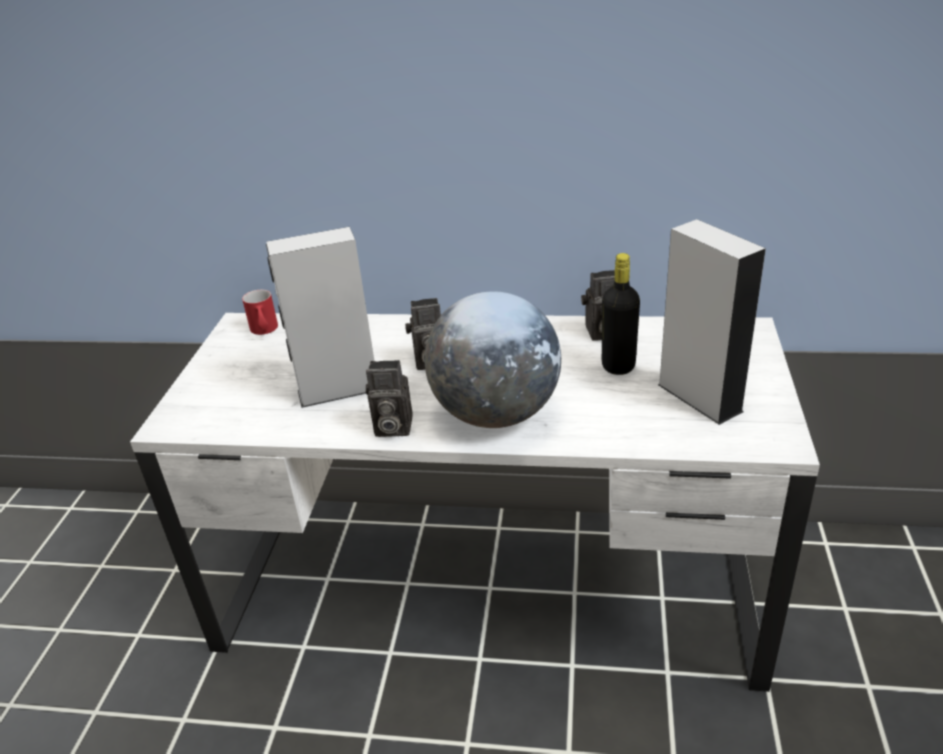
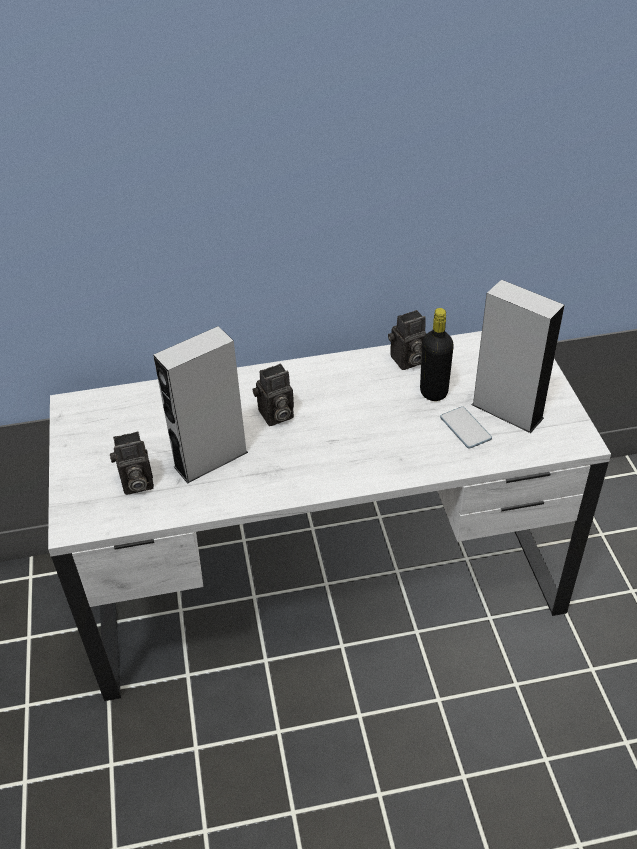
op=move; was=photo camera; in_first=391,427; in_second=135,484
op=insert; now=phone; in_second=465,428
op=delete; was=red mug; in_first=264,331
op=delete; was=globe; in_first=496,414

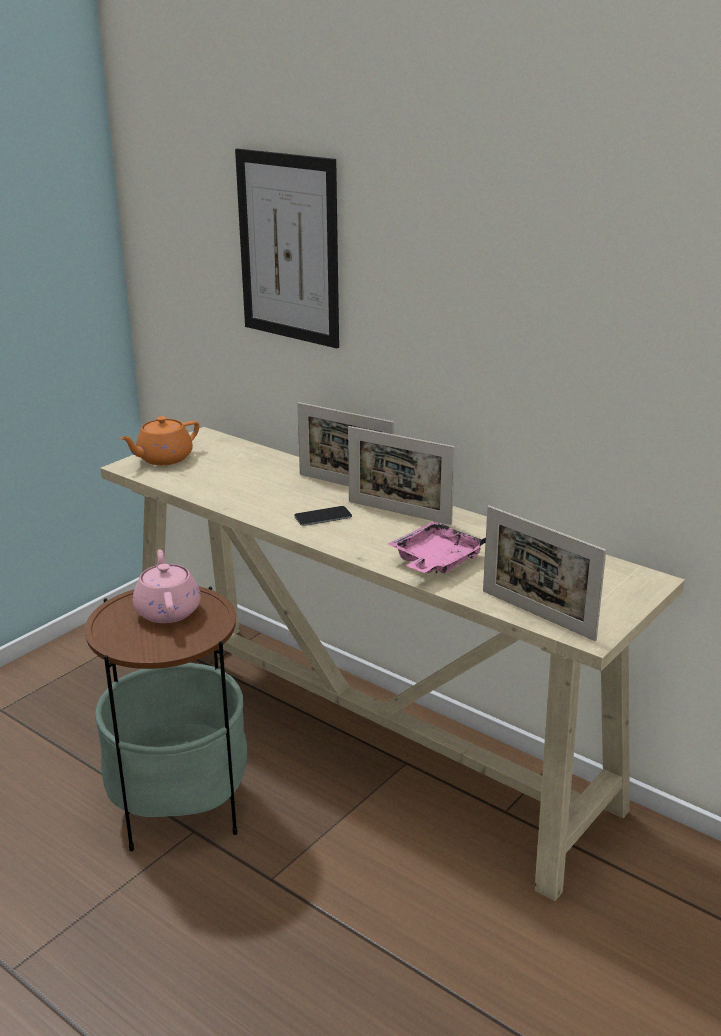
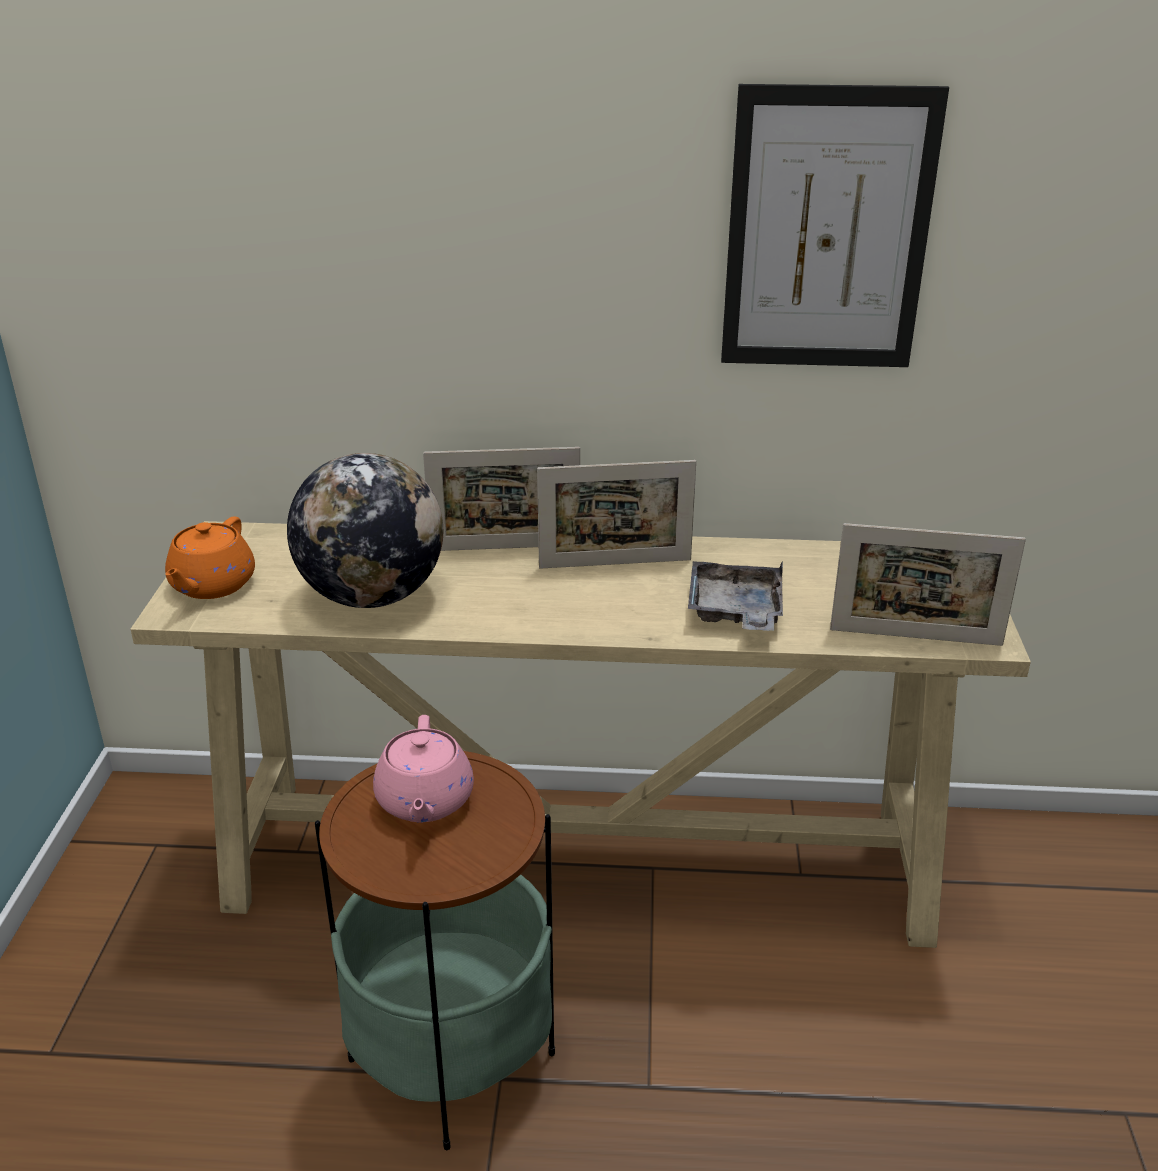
op=insert; now=globe; in_second=372,596
op=rotate; was=pink teapot; in_first=168,610; in_second=424,801; clockwise=-135
op=recolor; was=pink tray; now=grey tray; in_first=435,561; in_second=735,611
op=move; was=picture; in_first=288,248; in_second=827,232
op=delete; was=phone; in_first=323,516

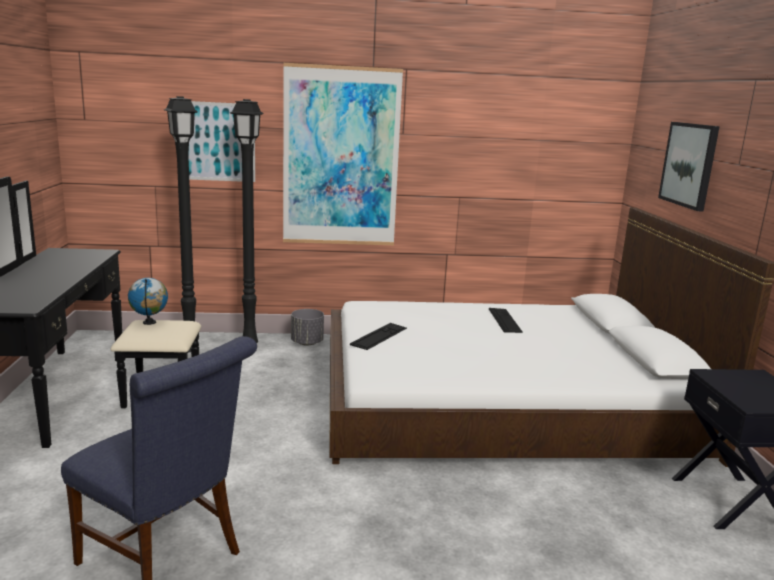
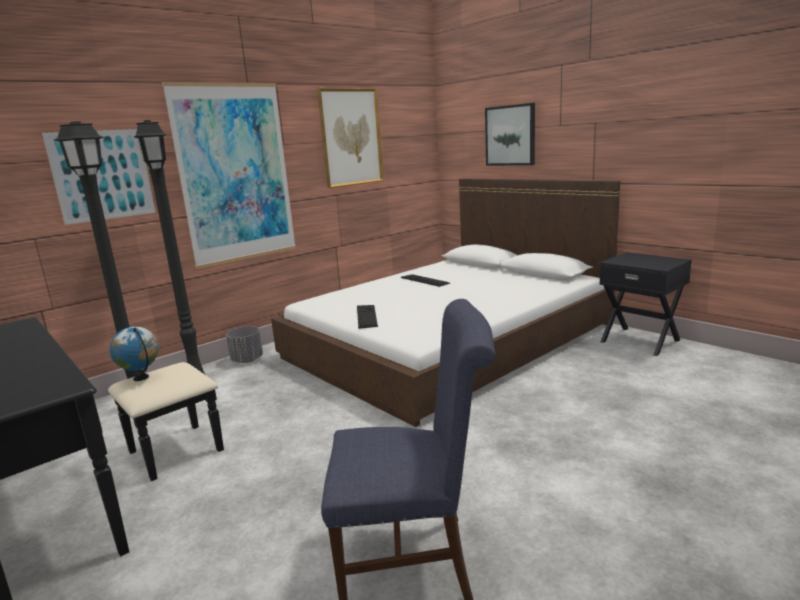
op=insert; now=picture; in_second=351,137

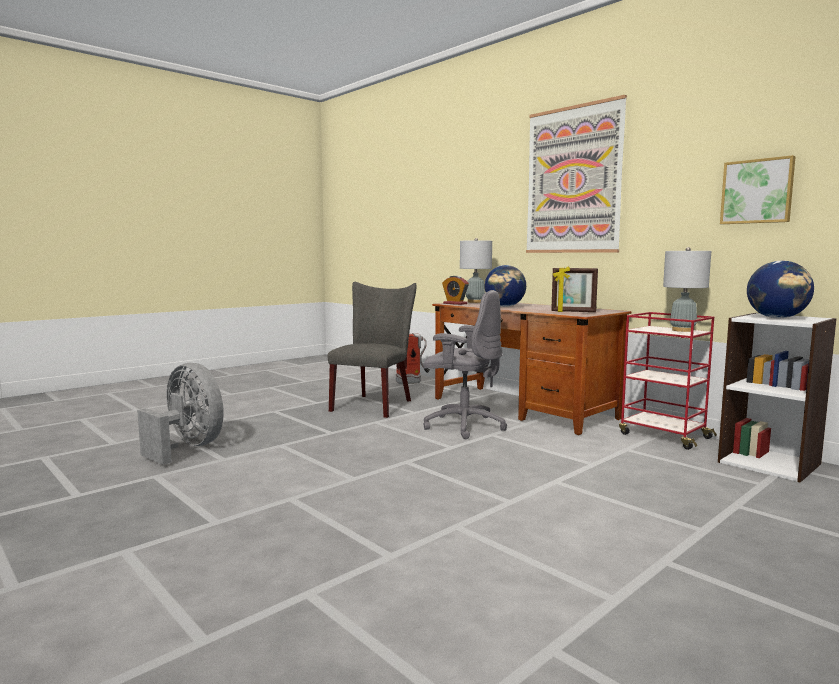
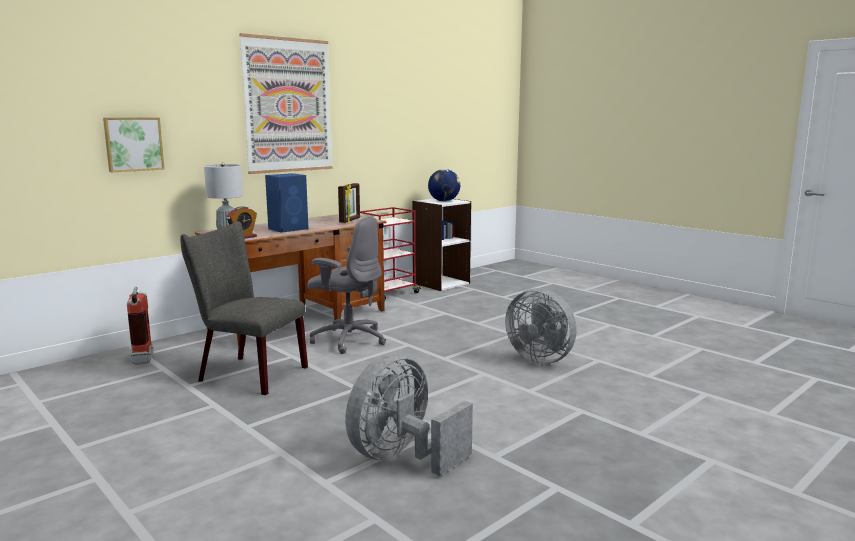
op=move; was=picture; in_first=757,191; in_second=133,144
op=replace; was=globe; now=blue speaker; in_first=505,306; in_second=289,229
op=rotate; was=grey office chair; in_first=463,426; in_second=348,340; clockwise=90
op=insert; now=grey fan; in_second=541,358
op=delete; was=grey table lamp; in_first=682,330

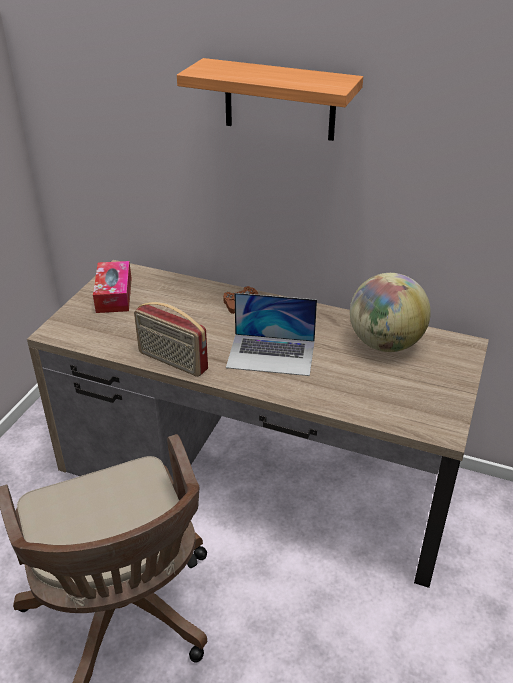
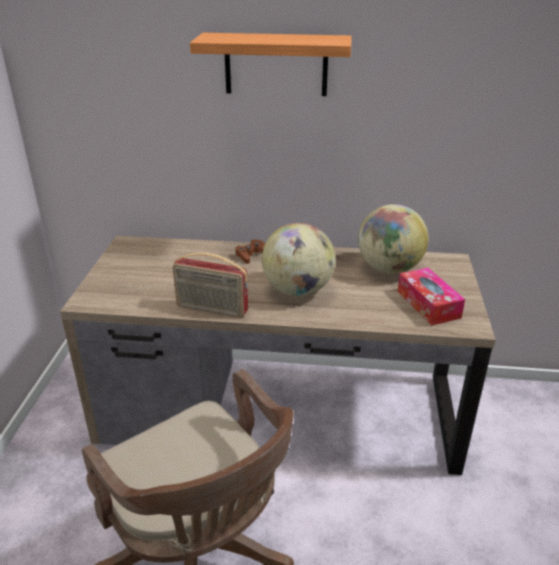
op=replace; was=laptop; now=globe; in_first=271,354; in_second=298,290
op=move; was=tissue box; in_first=114,295; in_second=428,304

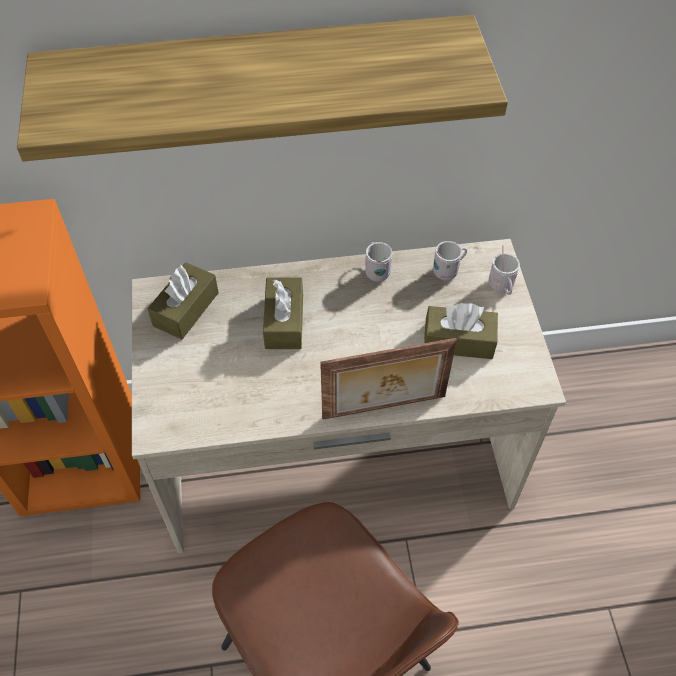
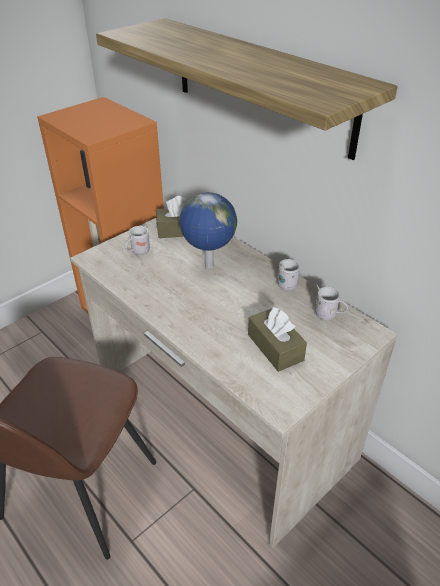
op=move; was=white mug; in_first=501,288; in_second=138,252
op=replace; was=brown tissue box; now=globe; in_first=284,321; in_second=208,266
op=delete; was=picture frame; in_first=384,409

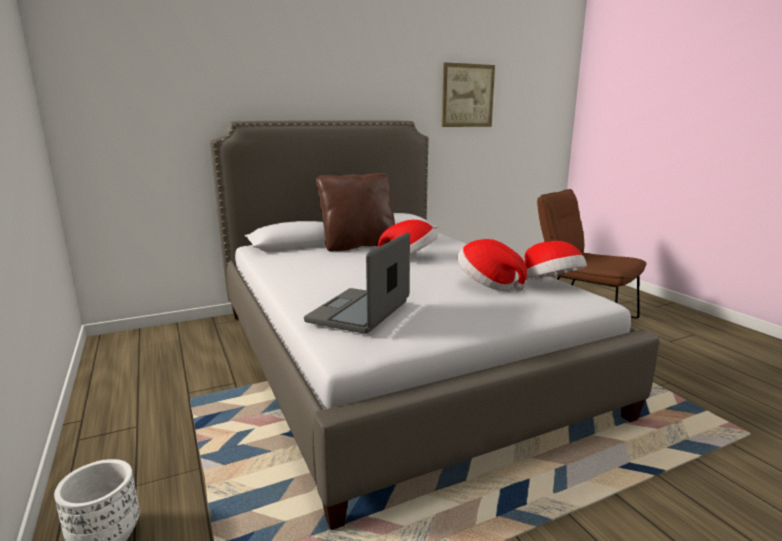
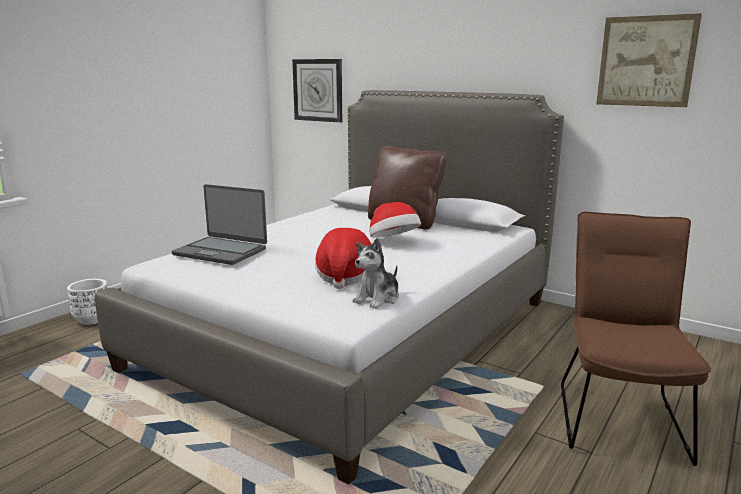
op=rotate; was=laptop; in_first=360,312; in_second=221,251; clockwise=-150
op=insert; now=wall clock; in_second=318,90
op=replace; was=hat; now=plush toy; in_first=550,285; in_second=378,299

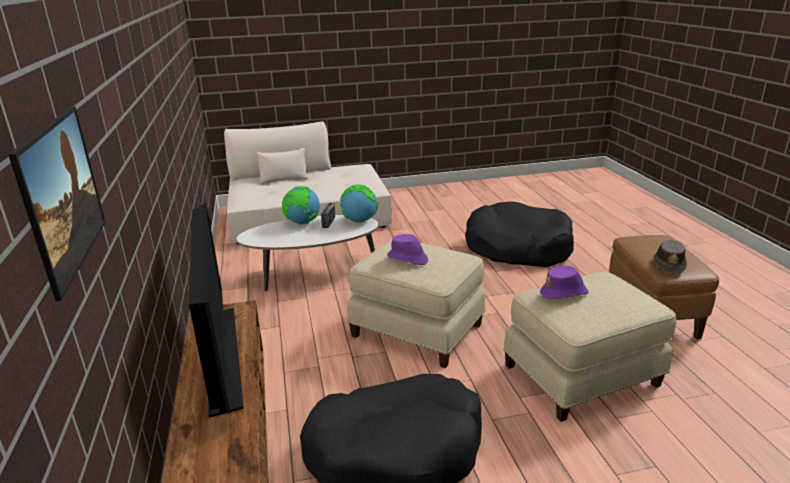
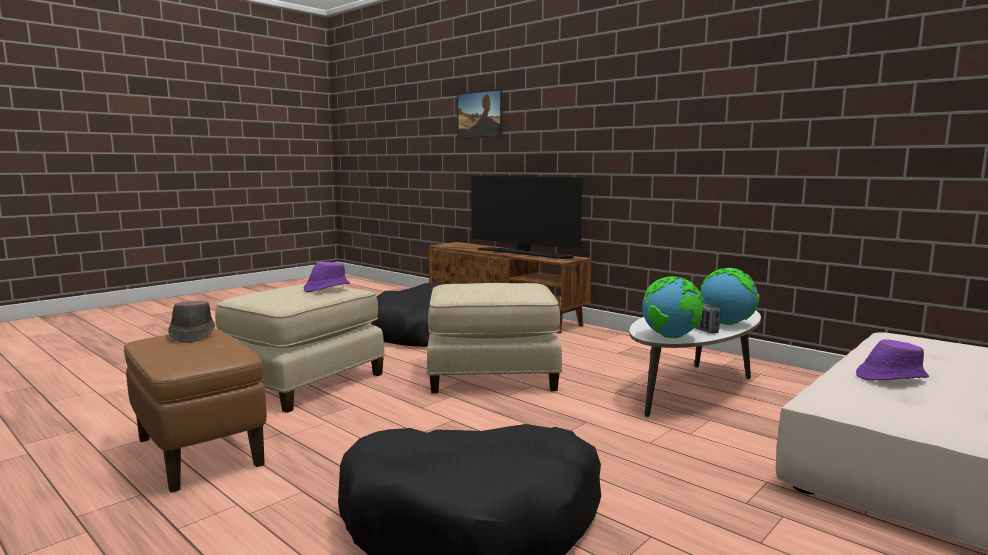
op=move; was=purple hat; in_first=407,259; in_second=890,377

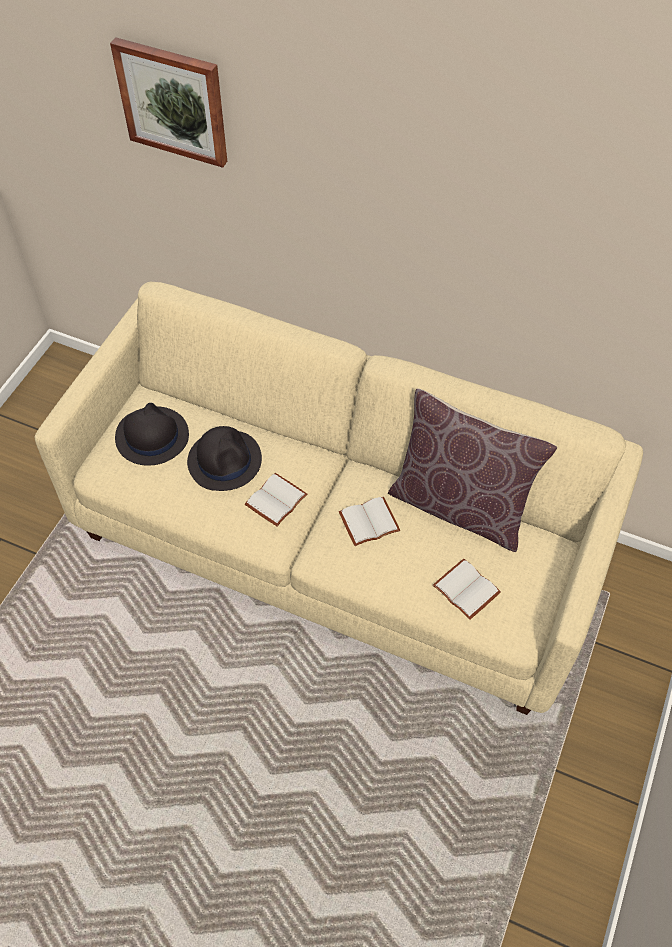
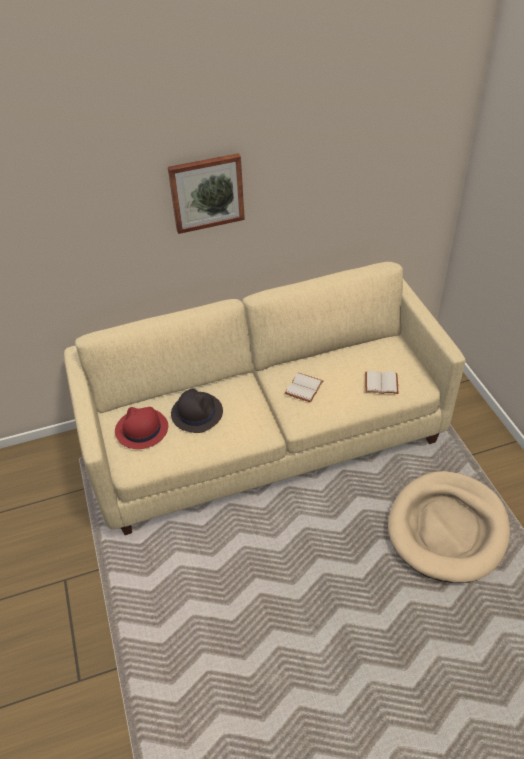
op=recolor; was=black hat; now=red hat; in_first=151,436; in_second=141,429
op=move; was=picture; in_first=173,101; in_second=206,192
op=insert; now=beige dog bed; in_second=447,528
op=delete; was=white book; in_first=276,501
op=delete; was=brown pillow; in_first=459,506

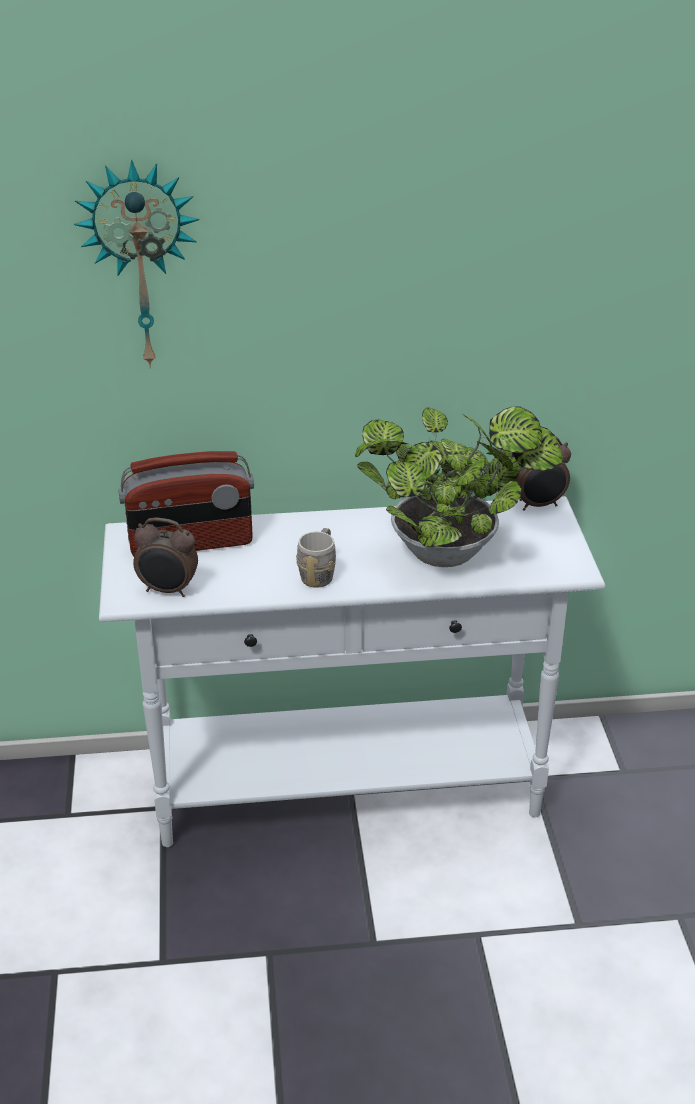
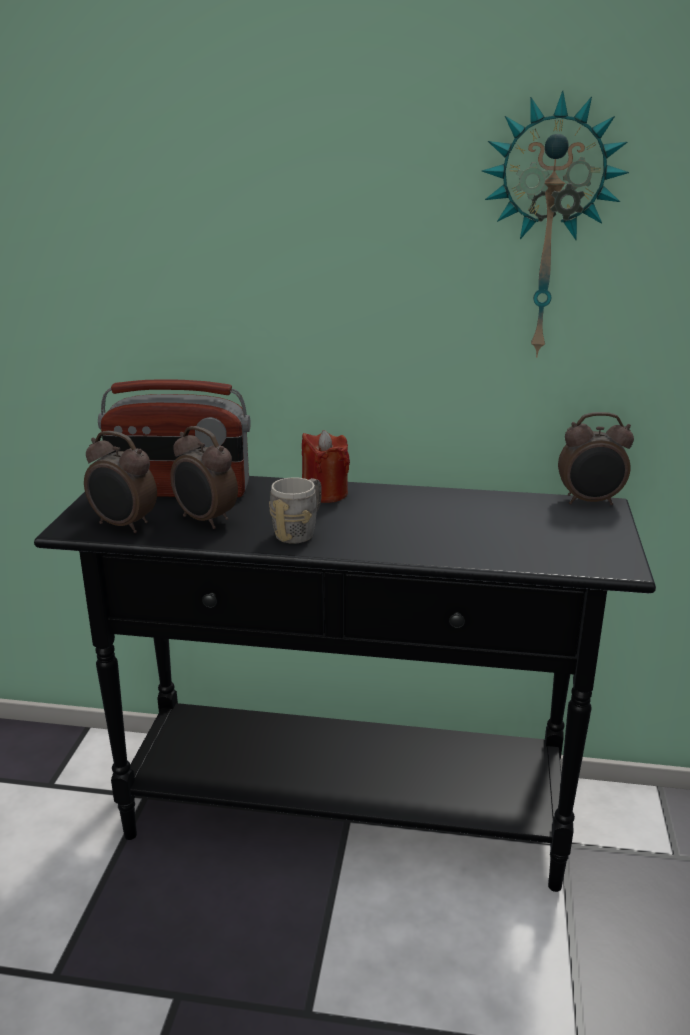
op=recolor; was=white console table; now=black console table; in_first=348,788; in_second=347,814
op=insert; now=alarm clock; in_second=205,520
op=insert; now=red candle; in_second=324,493
op=move; was=wall clock; in_first=141,264; in_second=548,230
op=delete; was=potted plant; in_first=451,553

